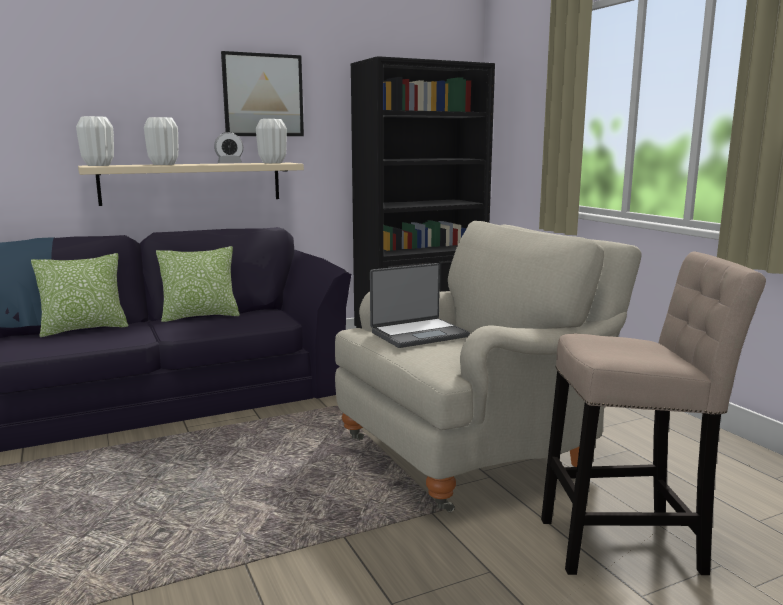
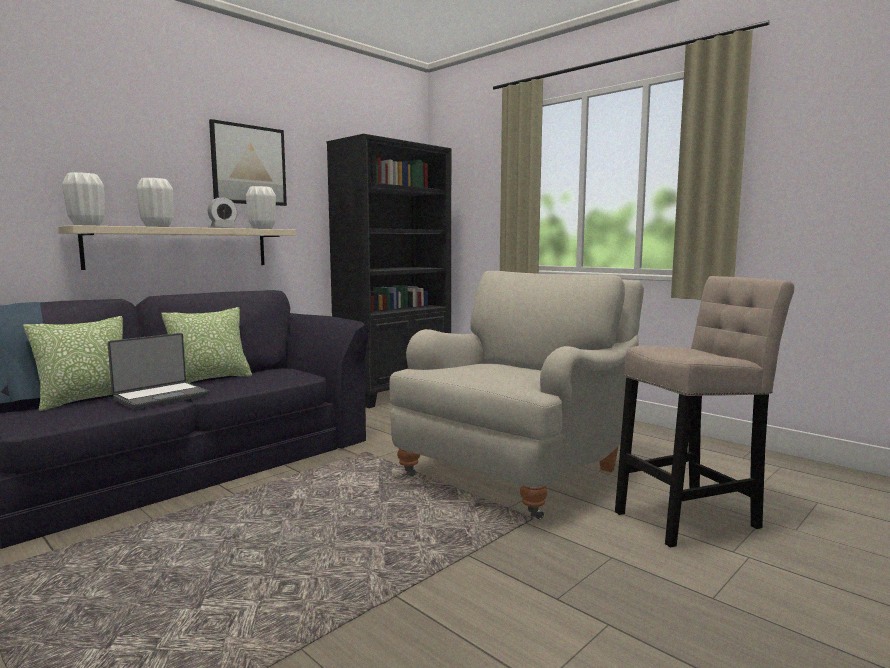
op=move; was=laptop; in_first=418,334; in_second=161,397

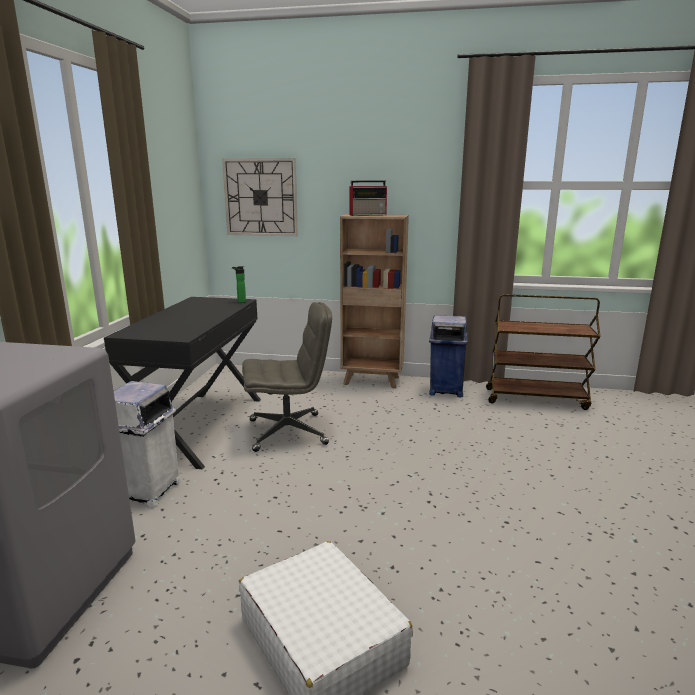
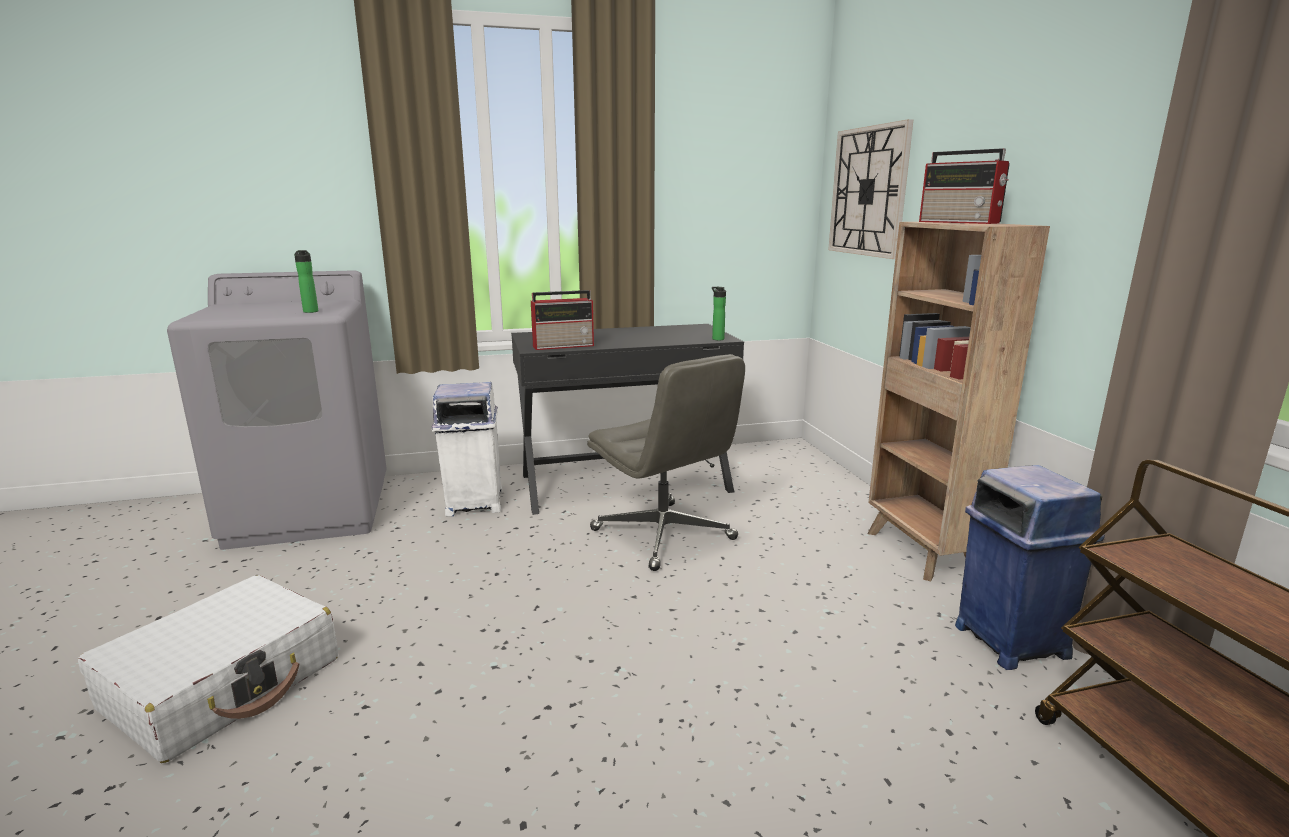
op=insert; now=bottle; in_second=310,311
op=insert; now=radio; in_second=564,346

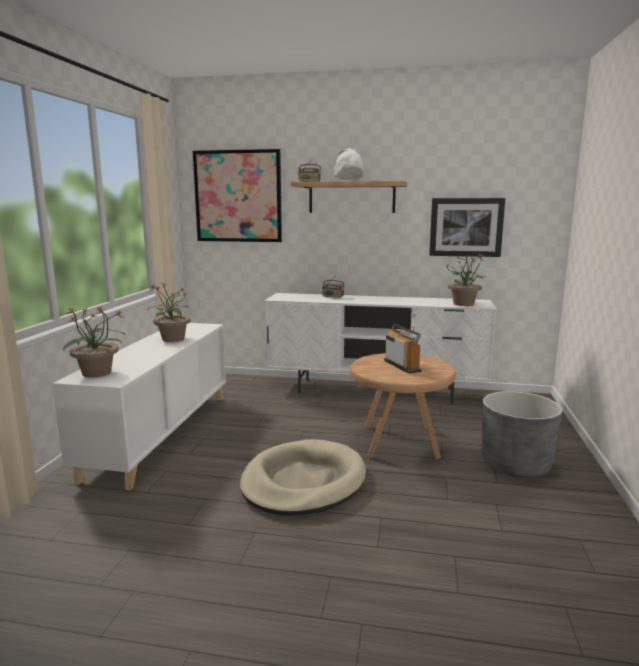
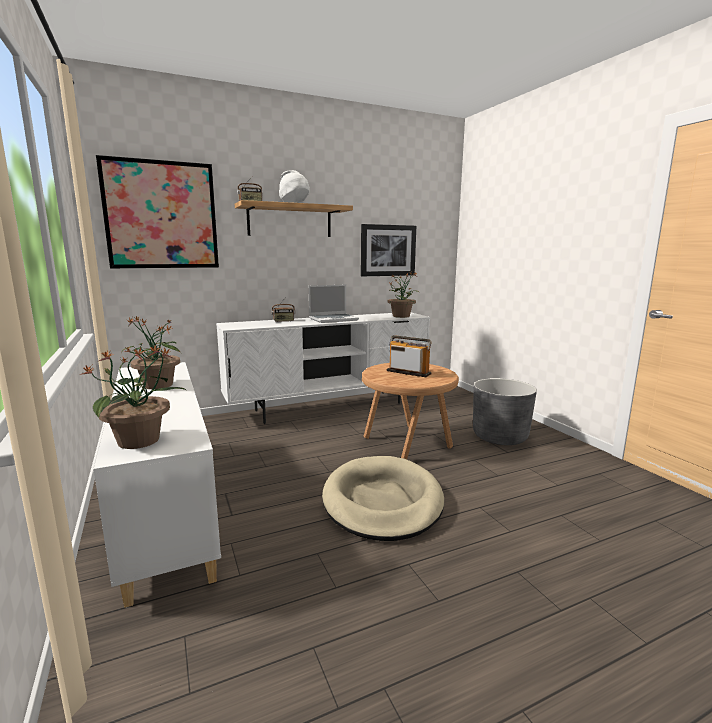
op=insert; now=laptop; in_second=333,319

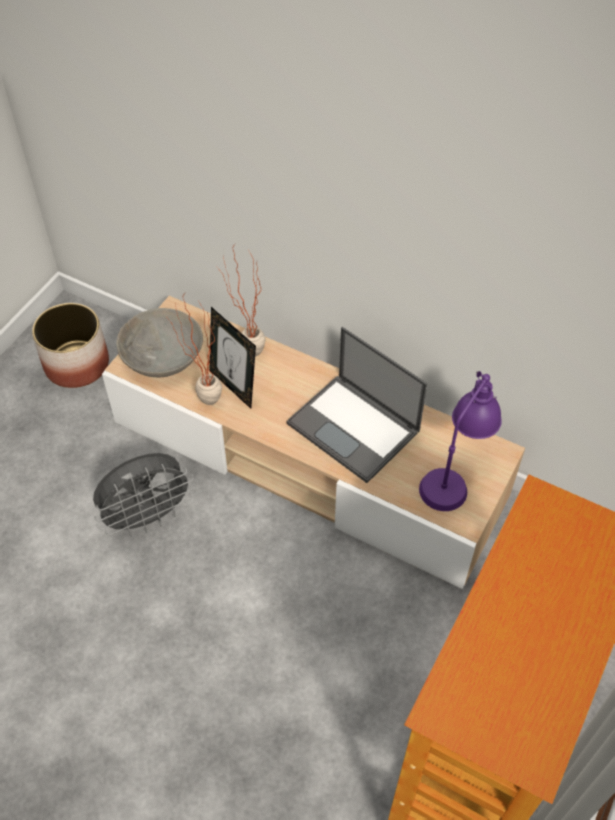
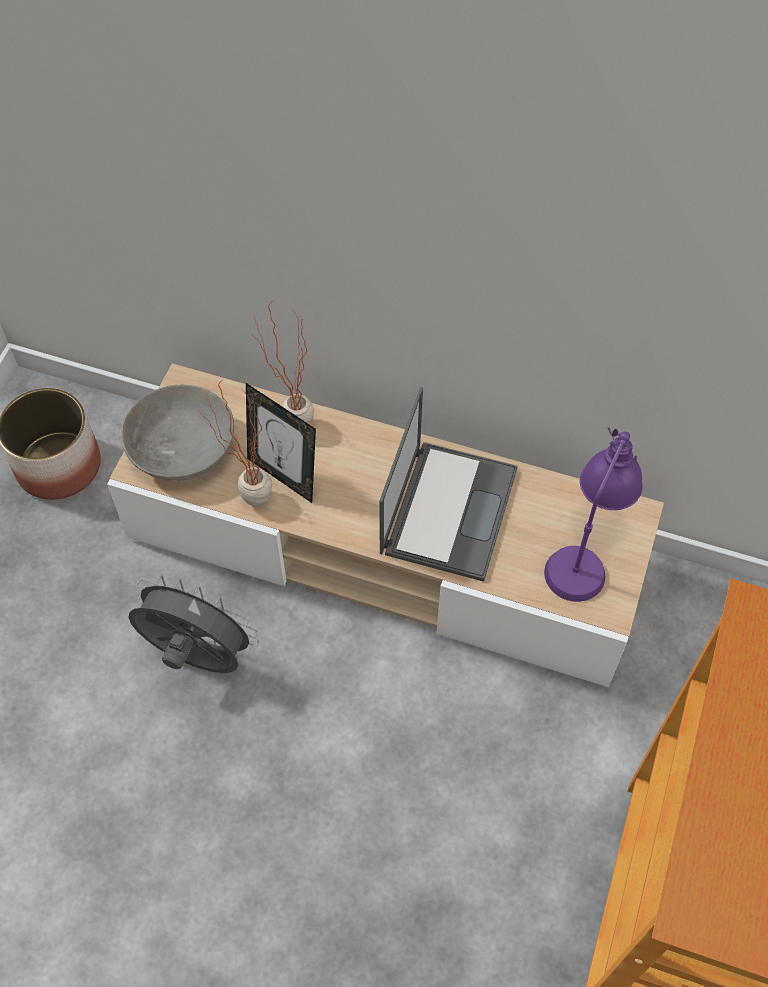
op=rotate; was=grey fan; in_first=148,517; in_second=197,658; clockwise=-120
op=rotate; was=laptop; in_first=355,428; in_second=449,508; clockwise=-105

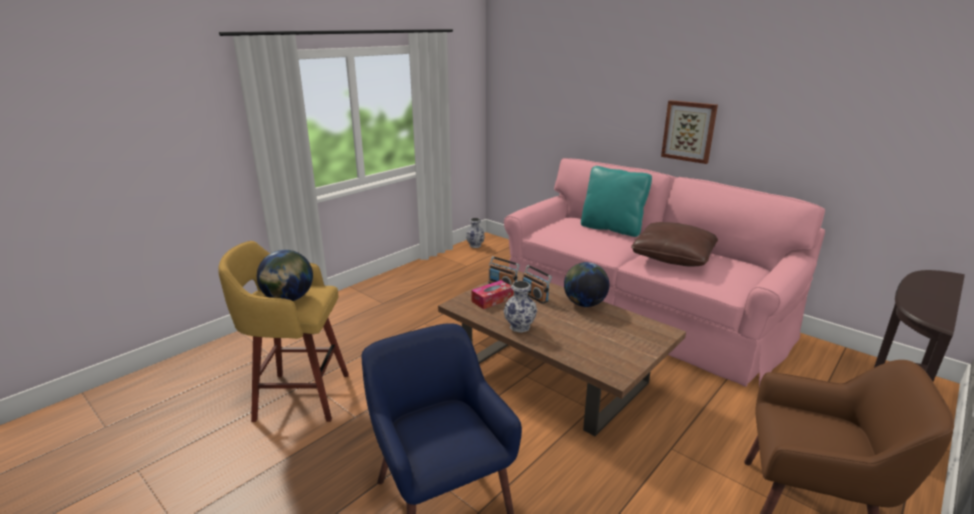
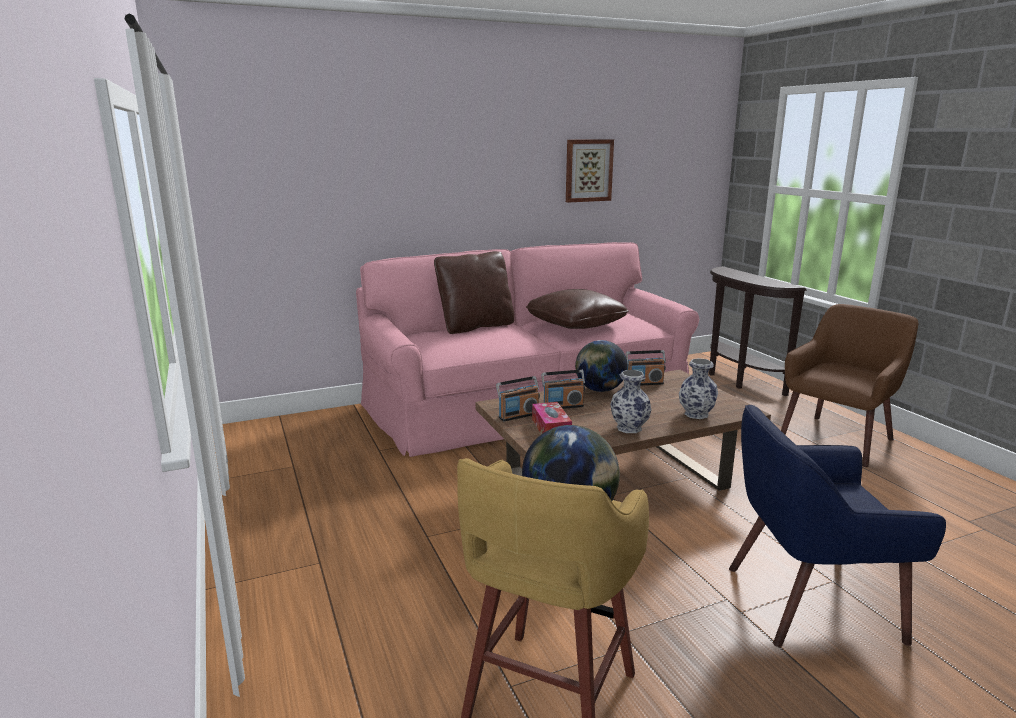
op=recolor; was=turquoise pillow; now=brown pillow; in_first=612,228; in_second=476,326
op=move; was=picture; in_first=689,131; in_second=588,170
op=insert; now=radio; in_second=644,383
op=move; was=vase; in_first=475,245; in_second=696,414

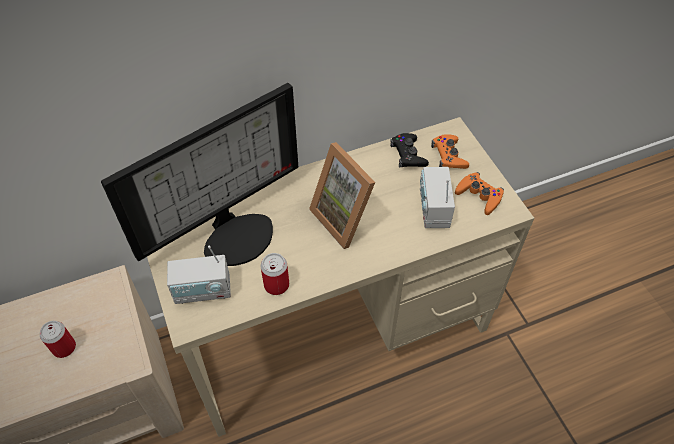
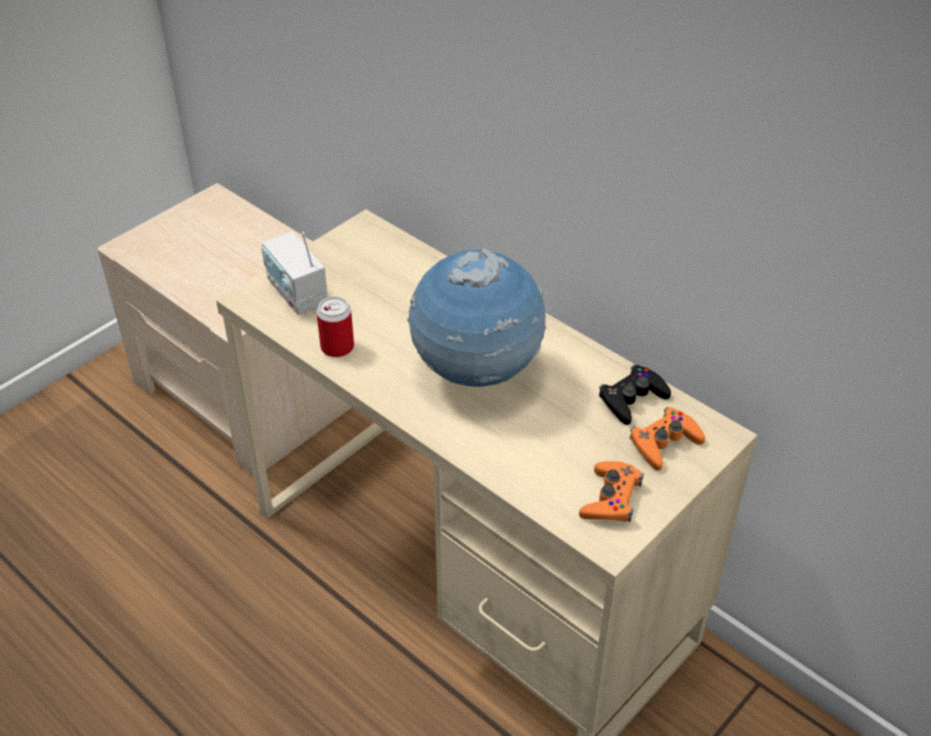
op=replace; was=picture frame; now=globe; in_first=346,217; in_second=476,373
op=delete; was=can; in_first=64,347
op=delete; was=monitor; in_first=235,233
op=delete; was=radio; in_first=433,209

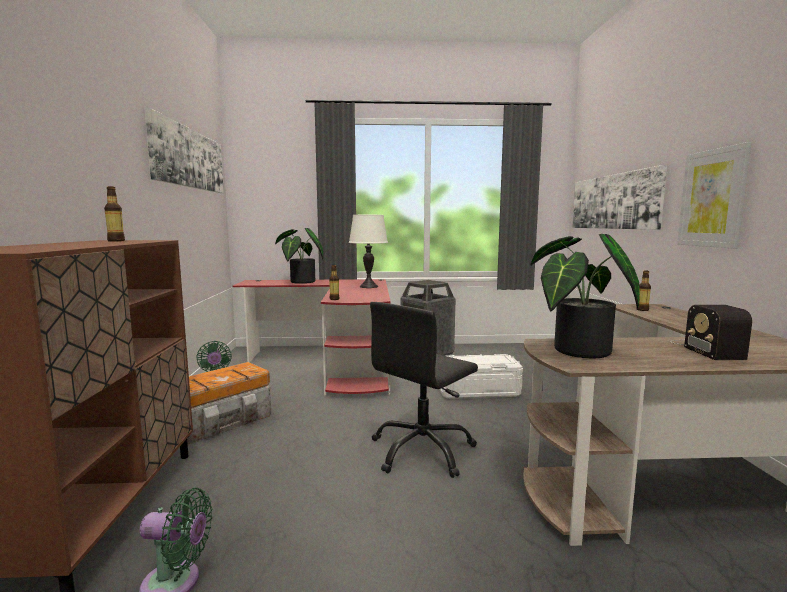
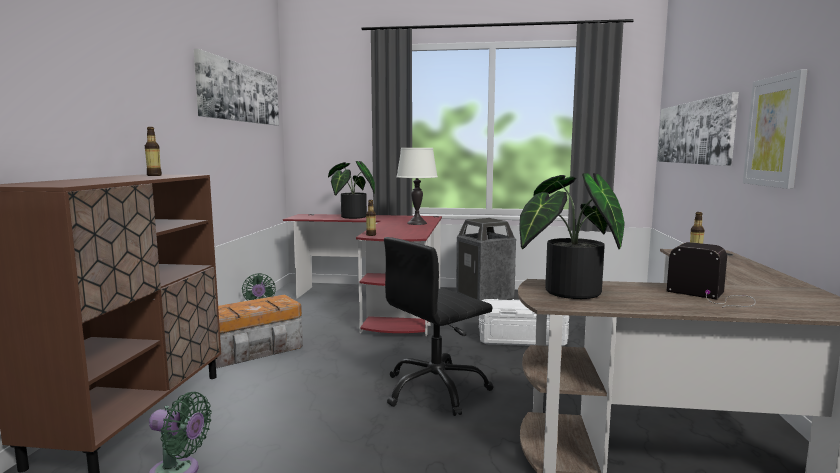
op=rotate; was=radio; in_first=706,348; in_second=713,296; clockwise=120

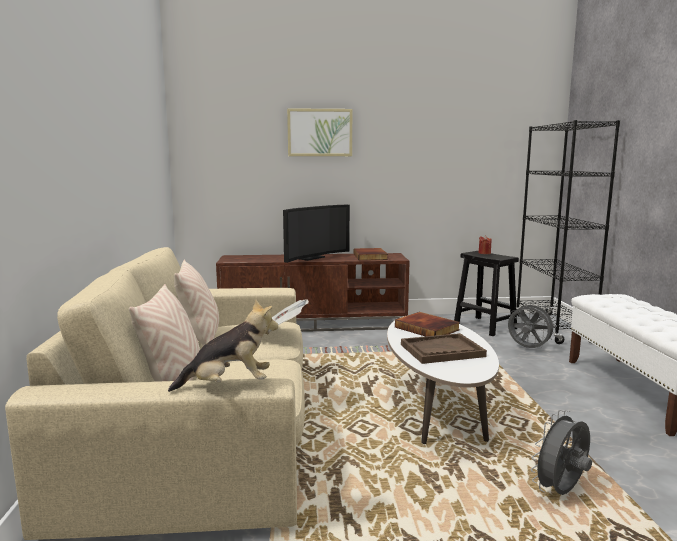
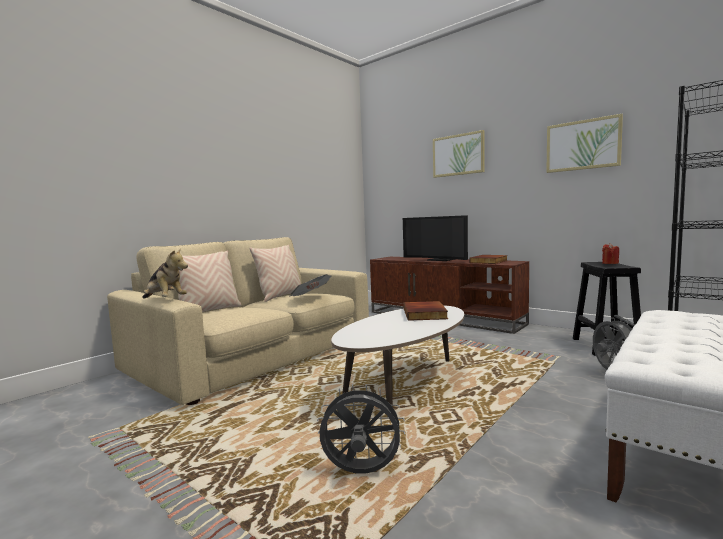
op=rotate; was=television; in_first=310,258; in_second=439,260; clockwise=45
op=insert; now=picture; in_second=582,145
op=delete; was=brown tray; in_first=442,350

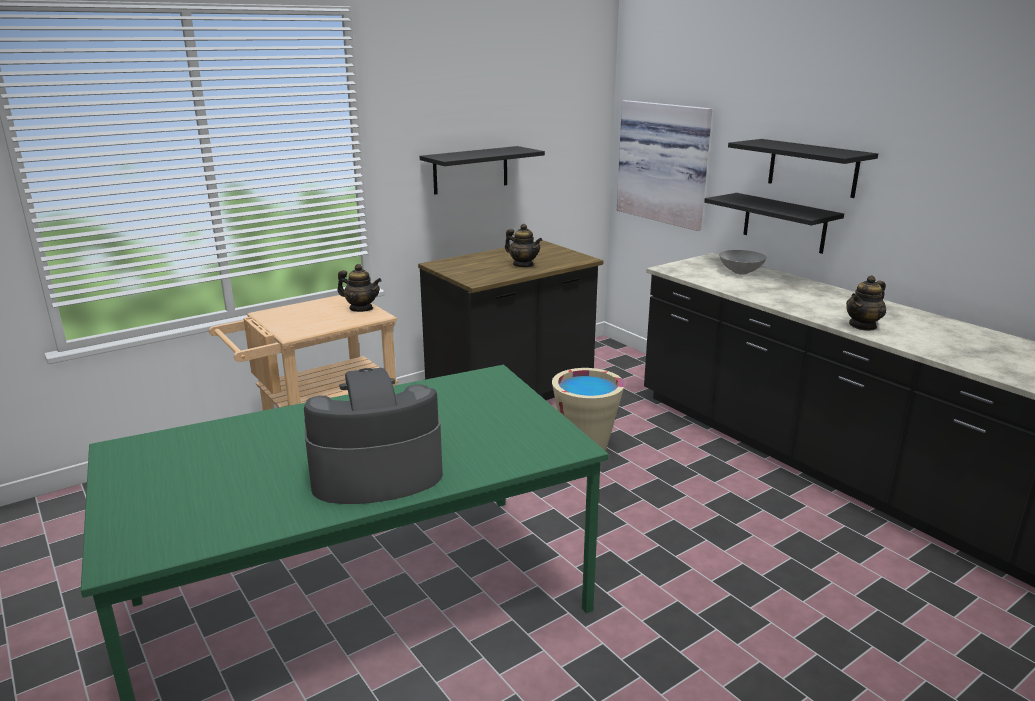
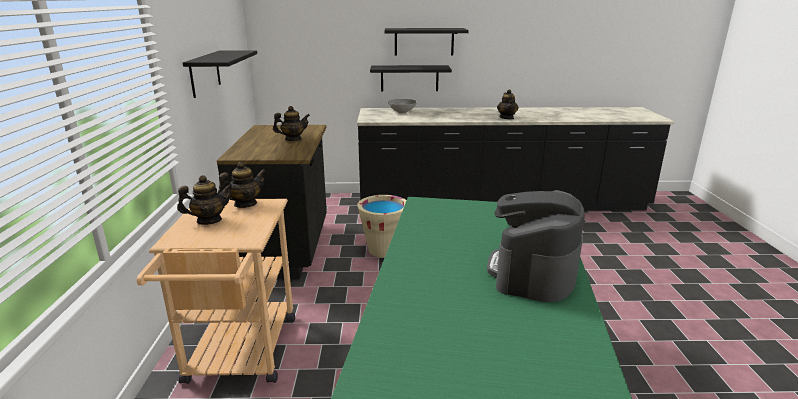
op=insert; now=teapot; in_second=209,220
op=delete; was=picture; in_first=665,163

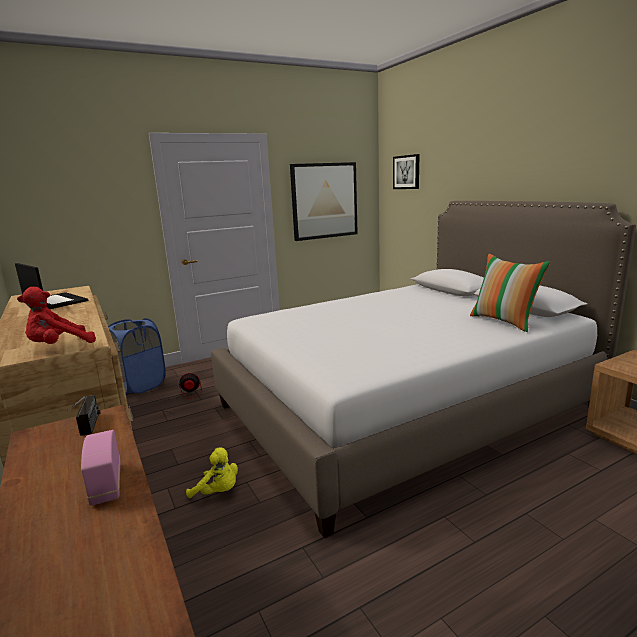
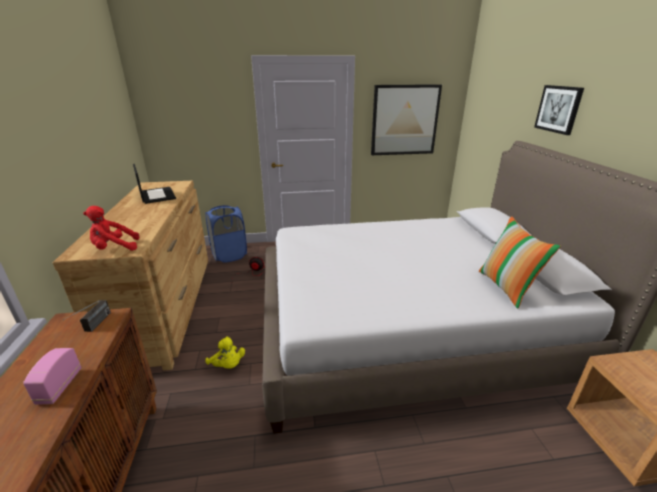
op=move; was=picture; in_first=406,172; in_second=558,109

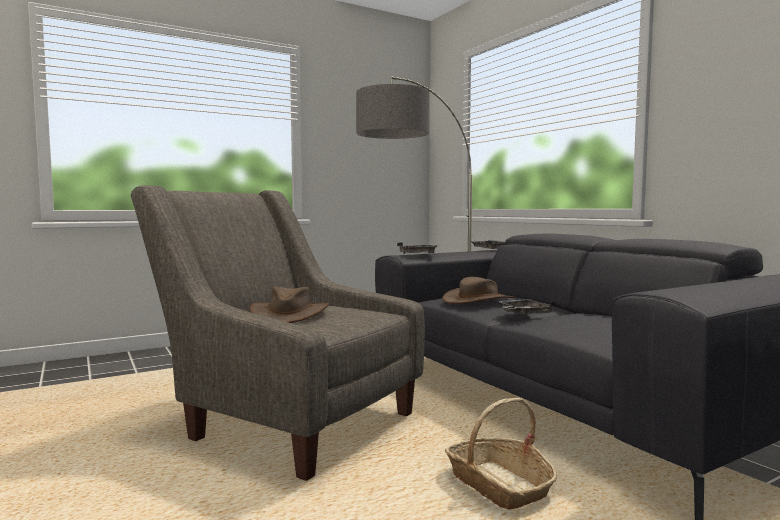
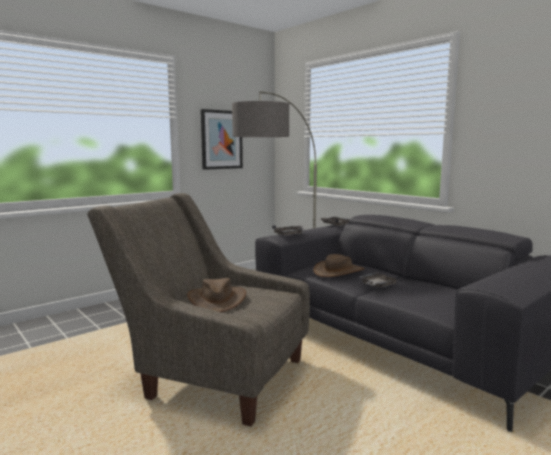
op=insert; now=picture; in_second=221,139
op=delete; was=basket; in_first=499,485

